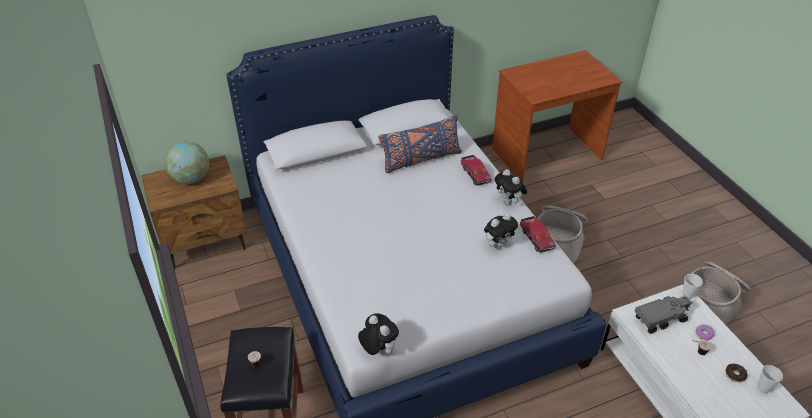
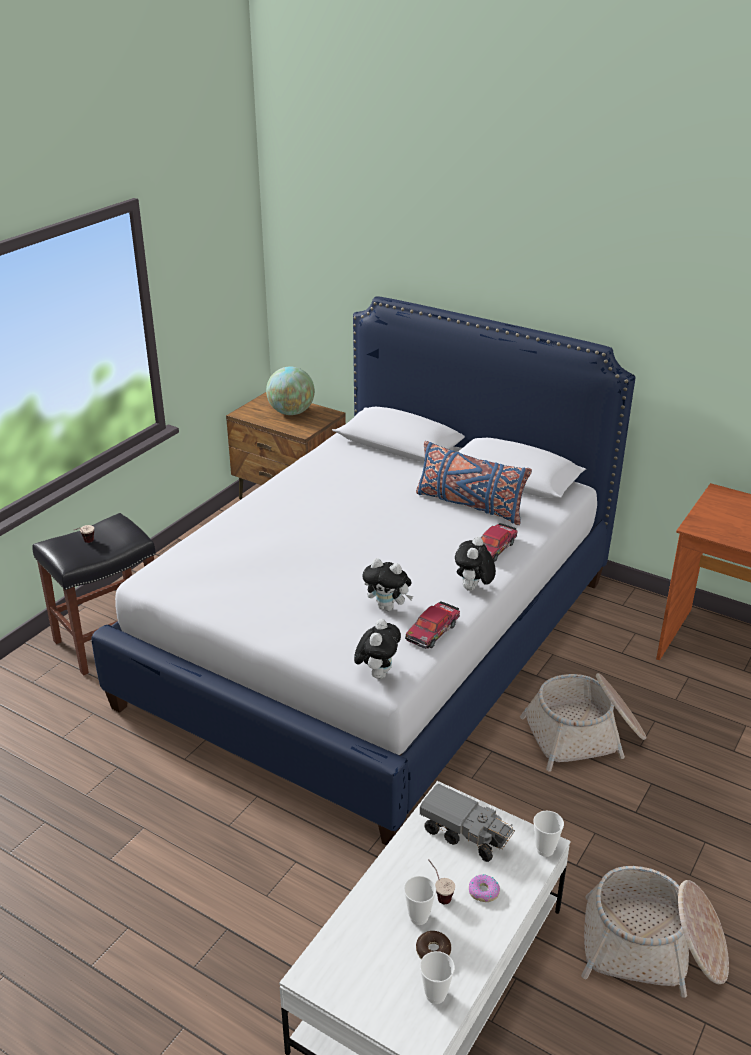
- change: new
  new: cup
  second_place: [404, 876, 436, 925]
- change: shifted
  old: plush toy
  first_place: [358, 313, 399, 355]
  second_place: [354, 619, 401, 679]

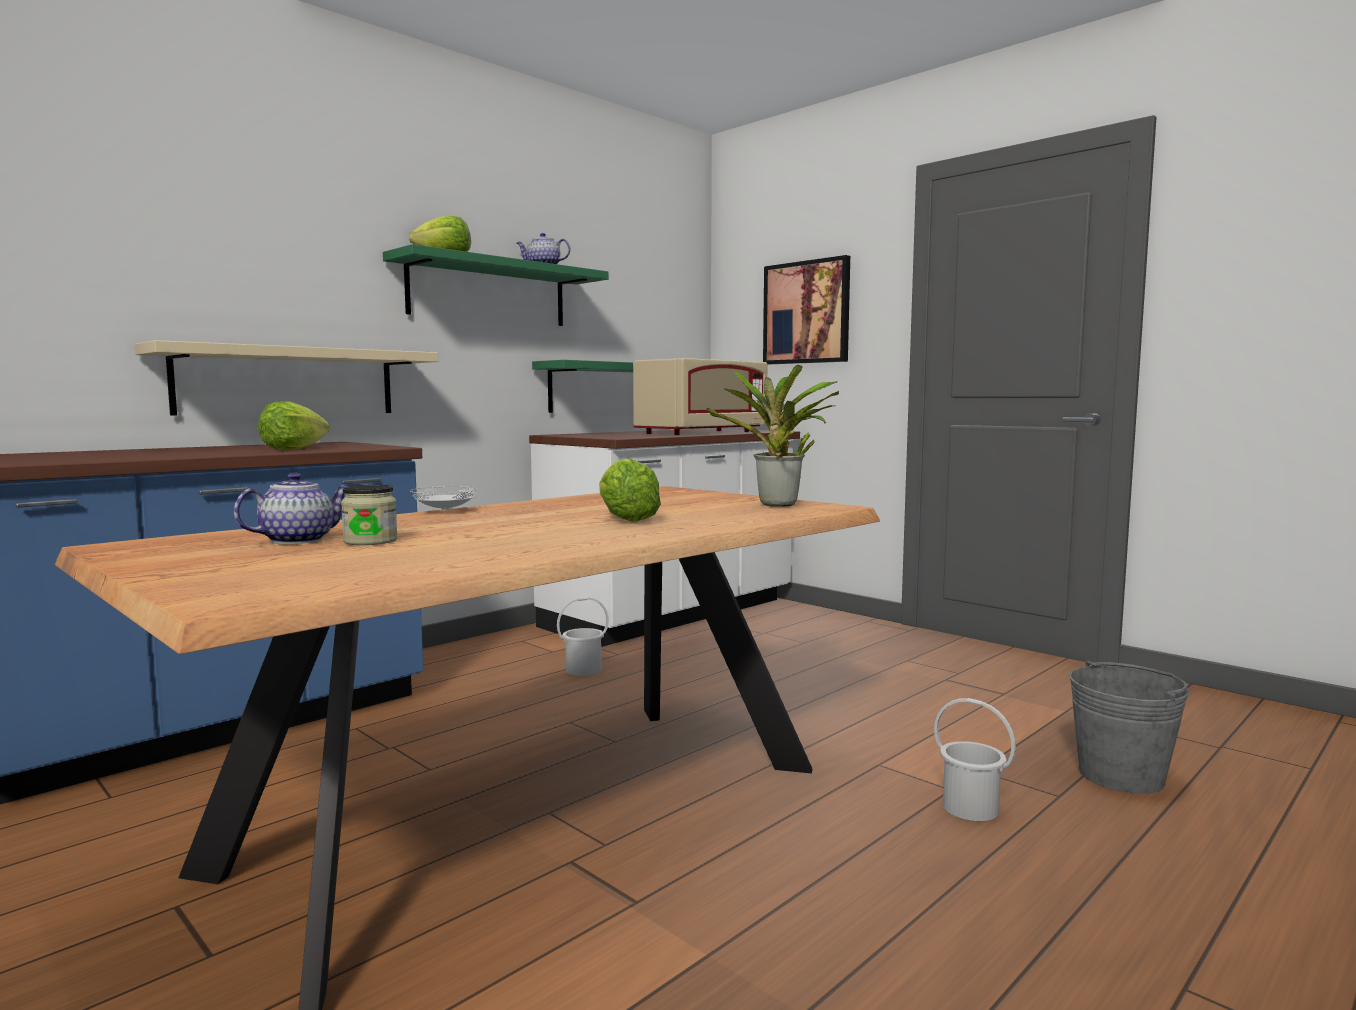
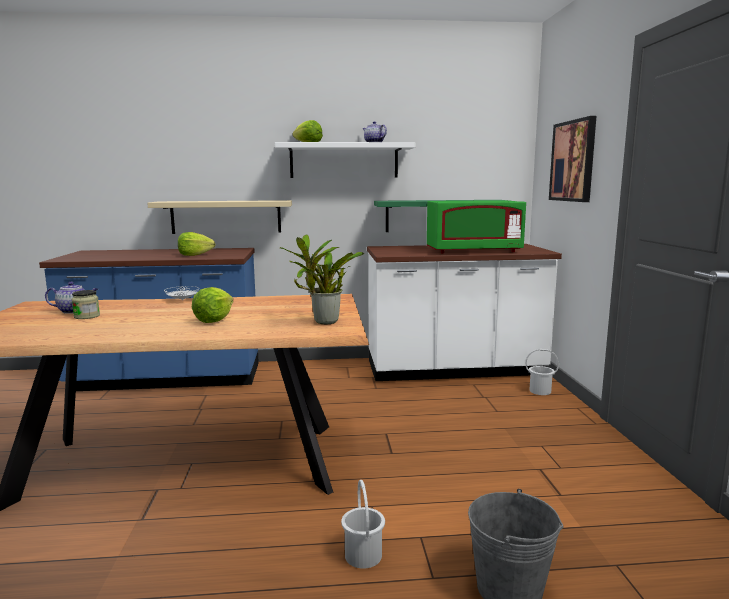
- change: shifted
  old: white bucket
  first_place: [557, 597, 609, 676]
  second_place: [525, 349, 559, 395]
- change: repainted
  old: green shelf
  new: white shelf
  first_place: [383, 244, 609, 326]
  second_place: [275, 142, 415, 178]
- change: repainted
  old: beige microwave
  new: green microwave
  first_place: [633, 358, 767, 435]
  second_place: [427, 200, 526, 253]

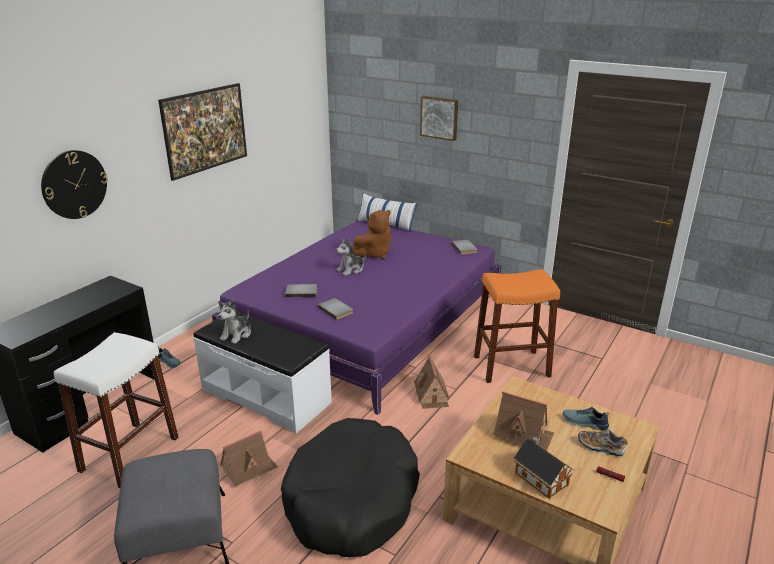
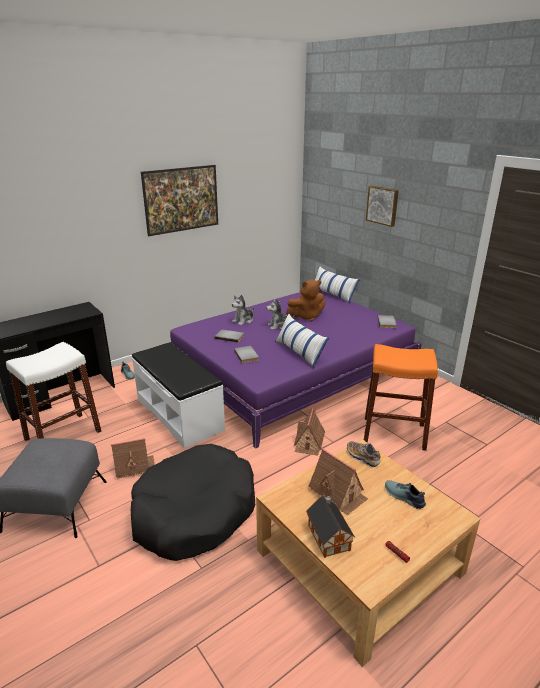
- change: gone
  old: wall clock
  first_place: [41, 150, 108, 219]
- change: new
  new: pillow
  second_place: [275, 313, 329, 368]
- change: shifted
  old: plush toy
  first_place: [218, 299, 251, 344]
  second_place: [232, 295, 254, 326]
- change: shifted
  old: shoe
  first_place: [578, 429, 628, 457]
  second_place: [347, 441, 381, 467]

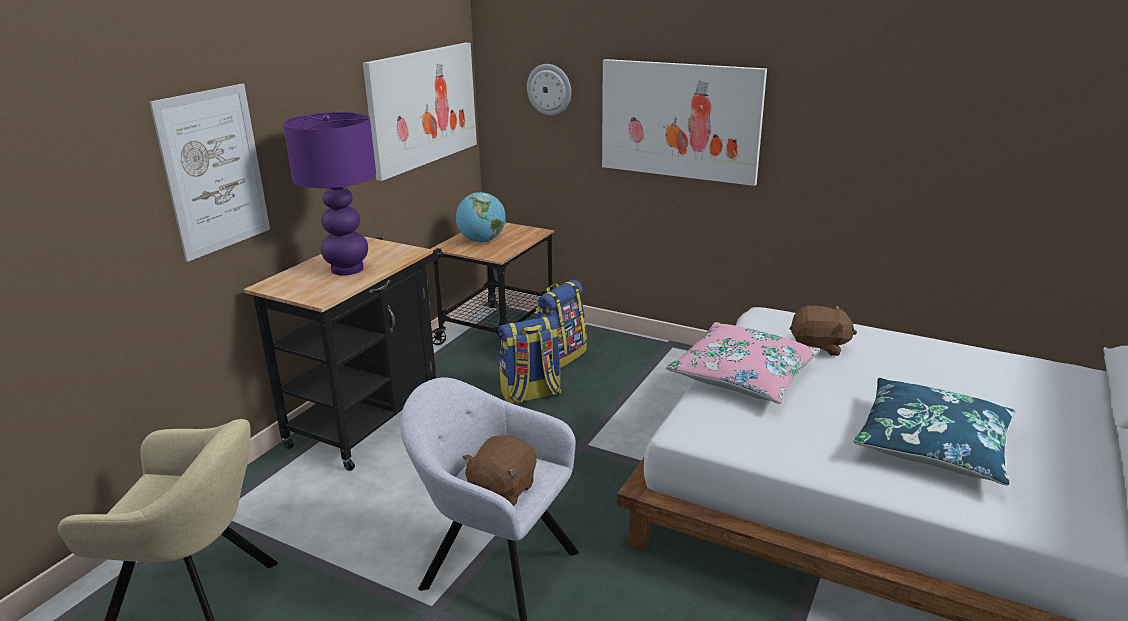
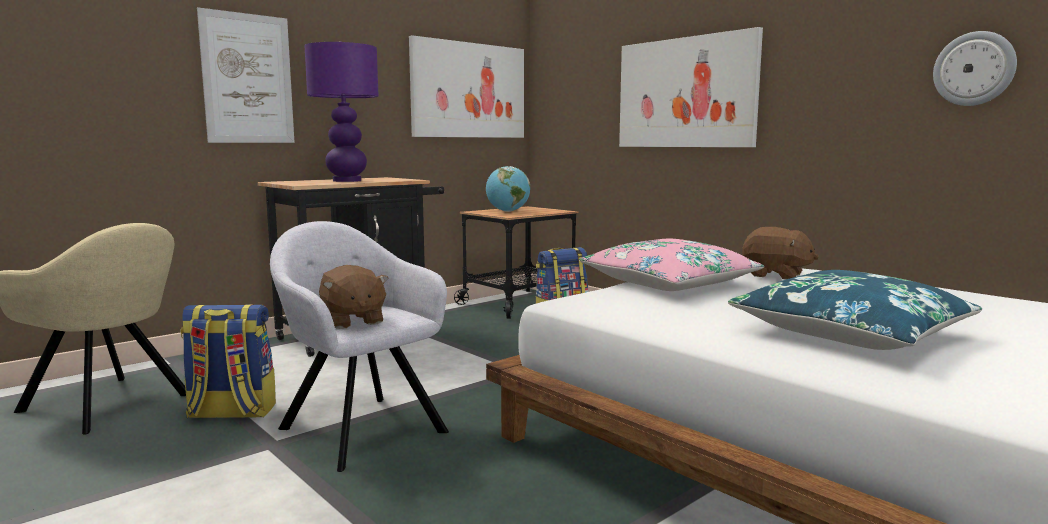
- change: shifted
  old: backpack
  first_place: [498, 316, 562, 404]
  second_place: [180, 305, 276, 418]
- change: shifted
  old: wall clock
  first_place: [527, 64, 571, 116]
  second_place: [933, 31, 1017, 106]
- change: rotated
  old: brown plush toy
  first_place: [462, 435, 536, 506]
  second_place: [319, 265, 389, 329]
  degrees: -75

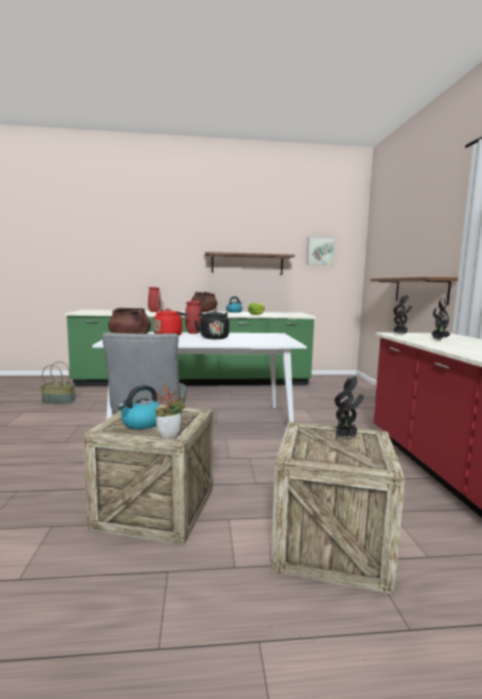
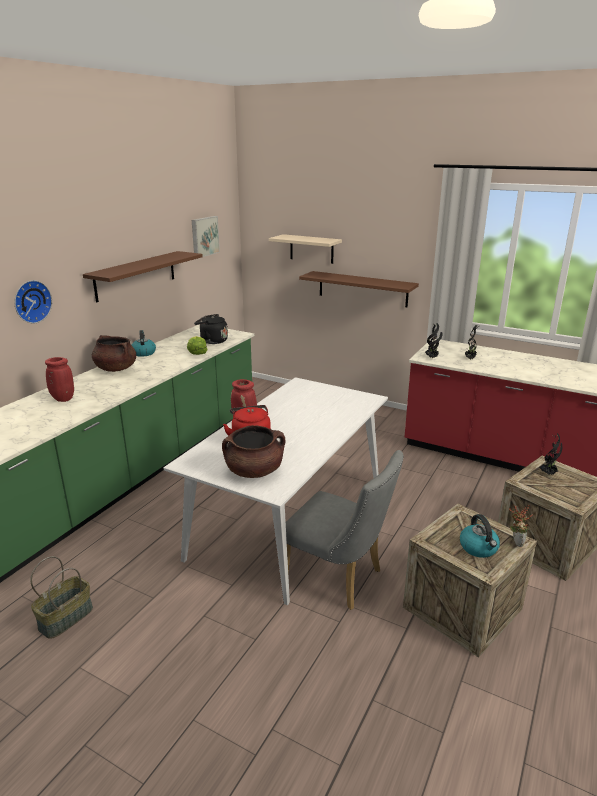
- change: new
  new: wall clock
  second_place: [14, 280, 52, 323]
- change: new
  new: beige shelf
  second_place: [269, 234, 342, 264]
- change: shifted
  old: black kettle
  first_place: [194, 310, 229, 339]
  second_place: [194, 314, 228, 344]

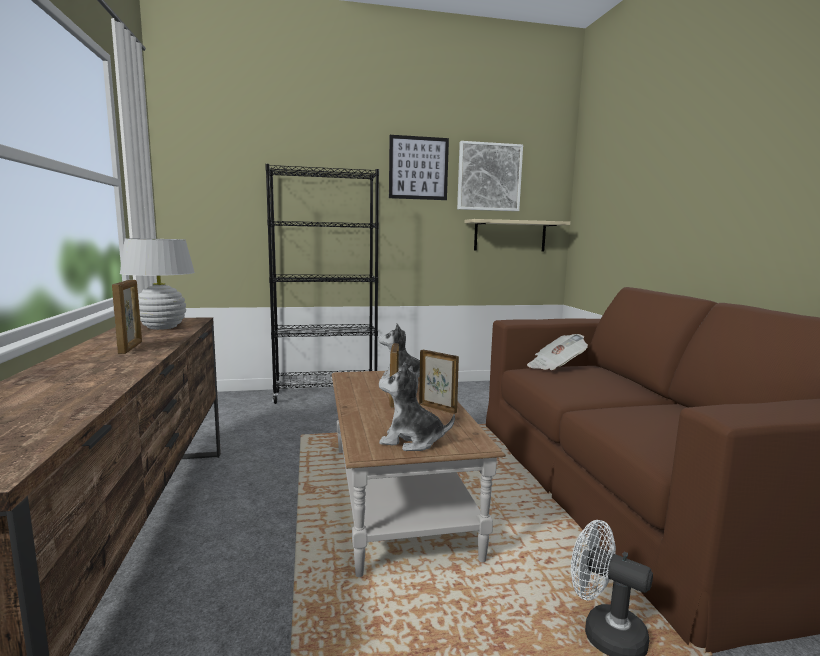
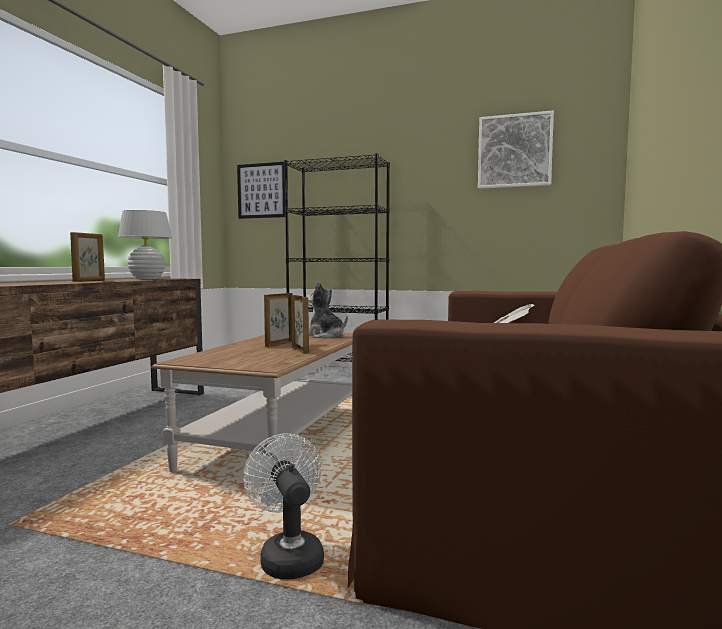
- change: gone
  old: plush toy
  first_place: [379, 362, 455, 451]
- change: gone
  old: beige shelf
  first_place: [464, 219, 570, 252]
- change: shifted
  old: picture
  first_place: [389, 135, 449, 200]
  second_place: [237, 162, 285, 219]

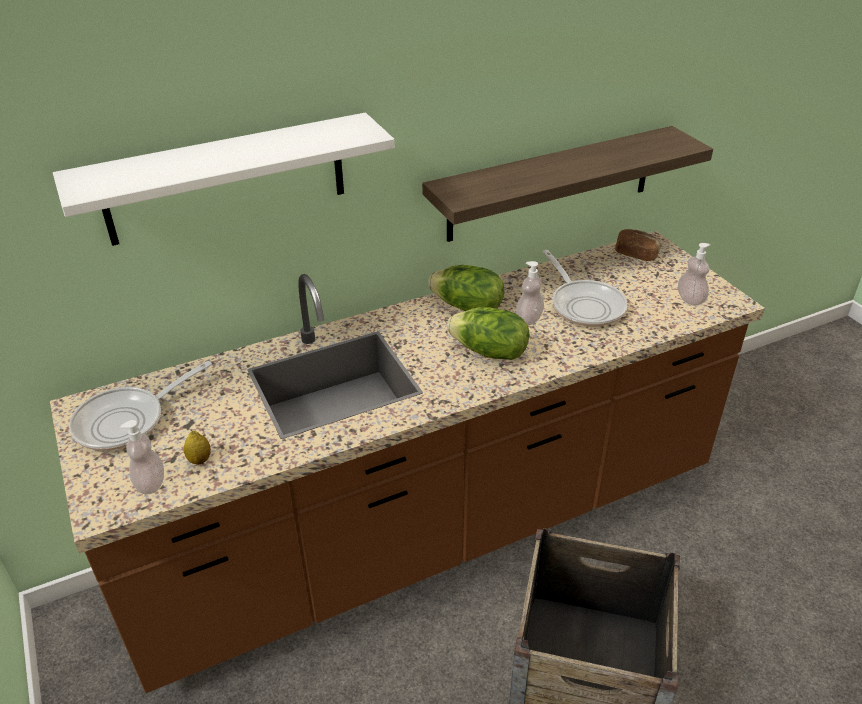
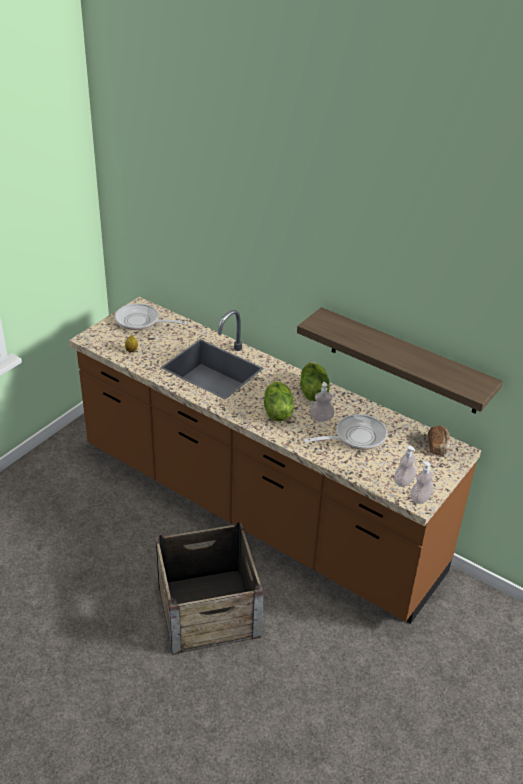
- change: gone
  old: white shelf
  first_place: [53, 113, 395, 246]
- change: shifted
  old: soap dispenser
  first_place: [120, 420, 164, 494]
  second_place: [411, 461, 433, 504]
- change: rotated
  old: frying pan
  first_place: [543, 250, 628, 327]
  second_place: [303, 414, 387, 450]
  degrees: -150

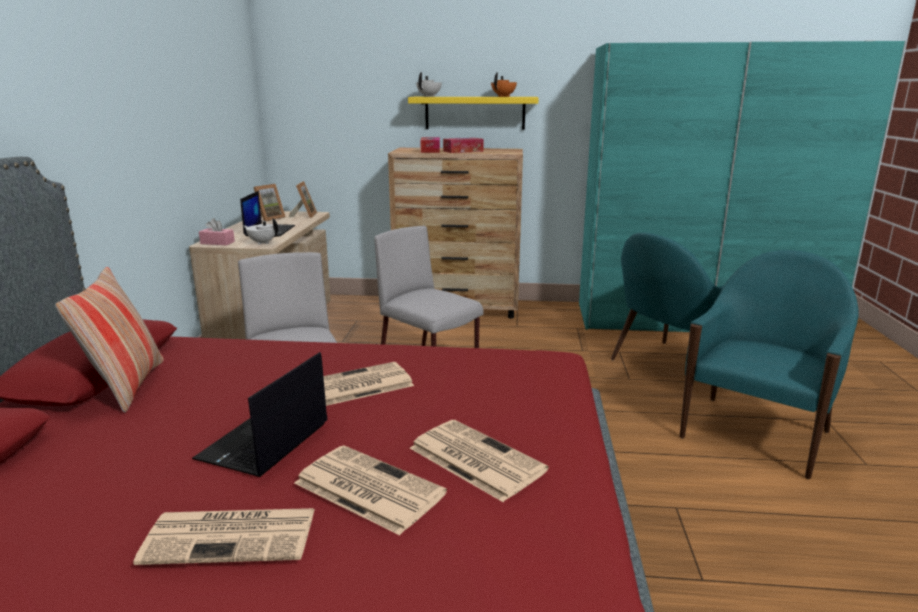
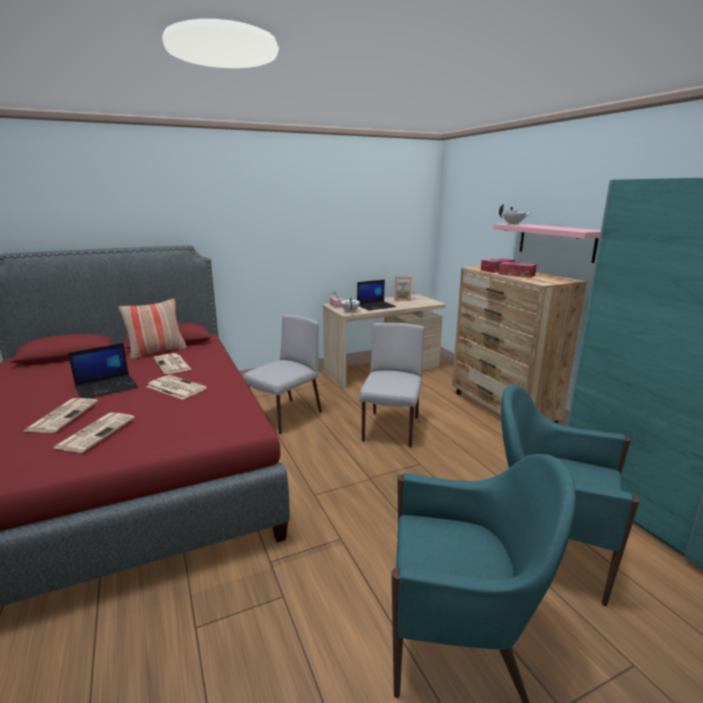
- change: gone
  old: picture frame
  first_place: [289, 181, 317, 218]
- change: gone
  old: orange teapot
  first_place: [491, 72, 517, 97]
- change: shifted
  old: newspaper
  first_place: [133, 508, 315, 565]
  second_place: [153, 353, 192, 374]
- change: repainted
  old: yellow shelf
  new: pink shelf
  first_place: [408, 97, 538, 130]
  second_place: [493, 223, 601, 263]
- change: rotated
  old: laptop
  first_place: [192, 352, 328, 477]
  second_place: [68, 343, 138, 399]
  degrees: 150

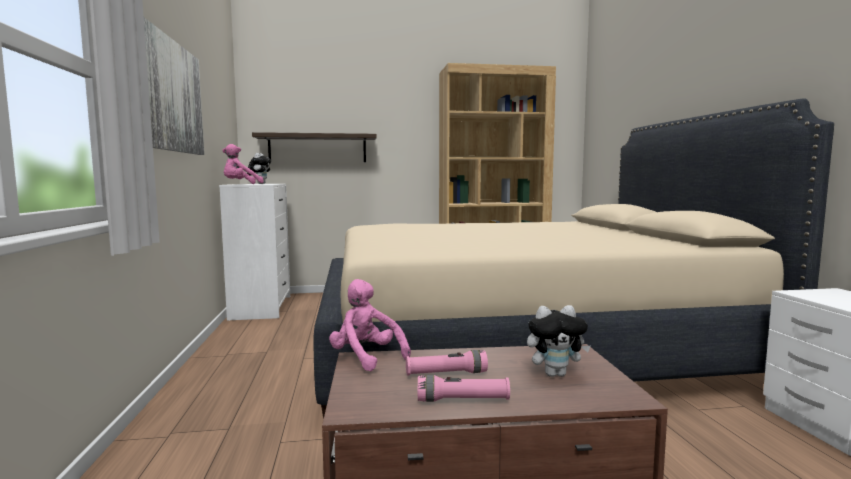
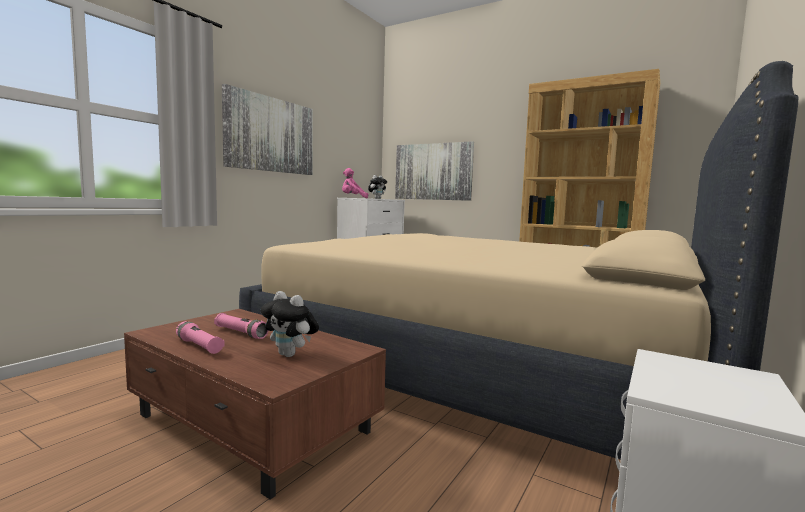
- change: gone
  old: pink plush toy
  first_place: [329, 279, 411, 371]
- change: swapped
  old: shelf
  new: picture
  first_place: [252, 132, 377, 162]
  second_place: [395, 141, 474, 201]

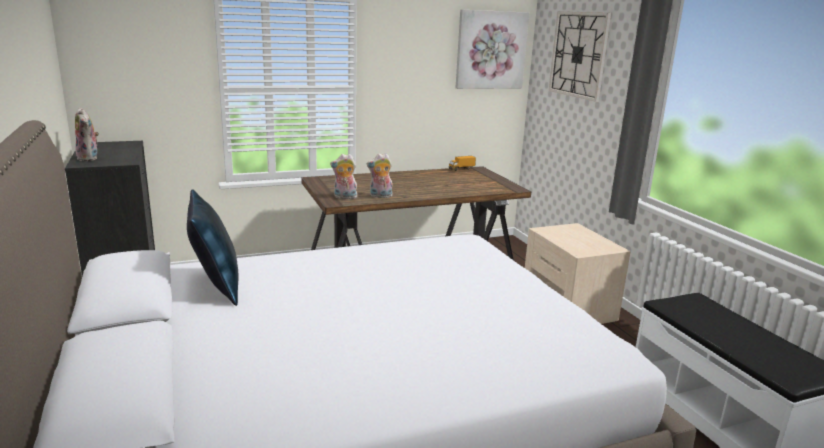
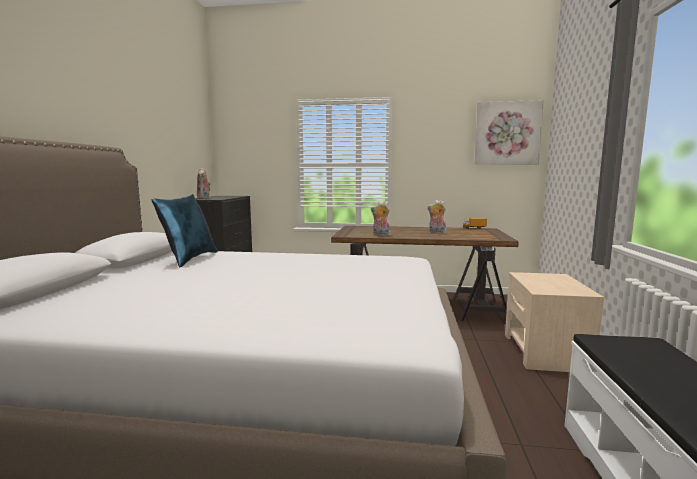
- change: gone
  old: wall clock
  first_place: [549, 12, 611, 102]
- change: shifted
  old: plush toy
  first_place: [330, 154, 357, 199]
  second_place: [427, 200, 446, 234]

